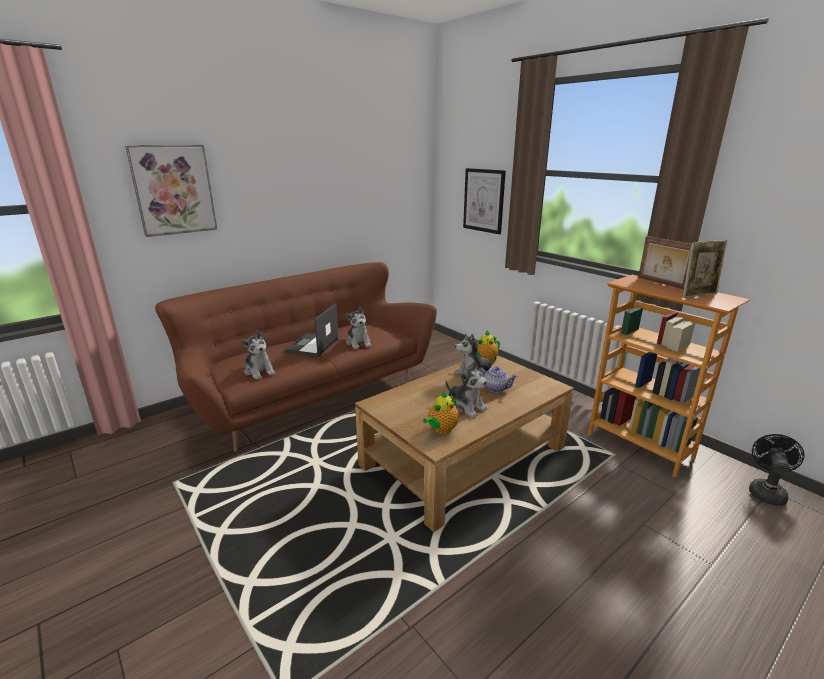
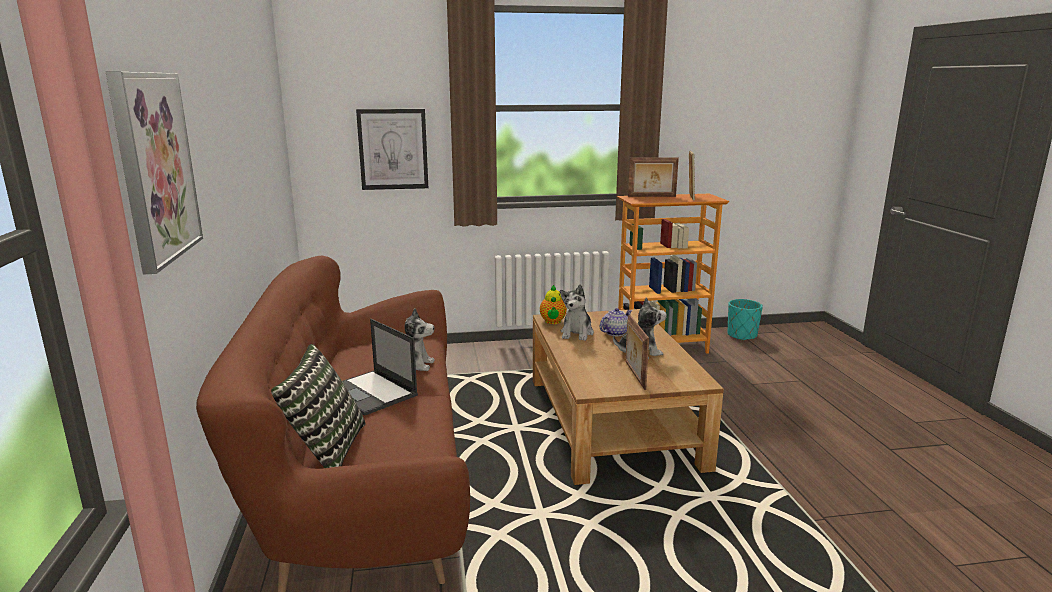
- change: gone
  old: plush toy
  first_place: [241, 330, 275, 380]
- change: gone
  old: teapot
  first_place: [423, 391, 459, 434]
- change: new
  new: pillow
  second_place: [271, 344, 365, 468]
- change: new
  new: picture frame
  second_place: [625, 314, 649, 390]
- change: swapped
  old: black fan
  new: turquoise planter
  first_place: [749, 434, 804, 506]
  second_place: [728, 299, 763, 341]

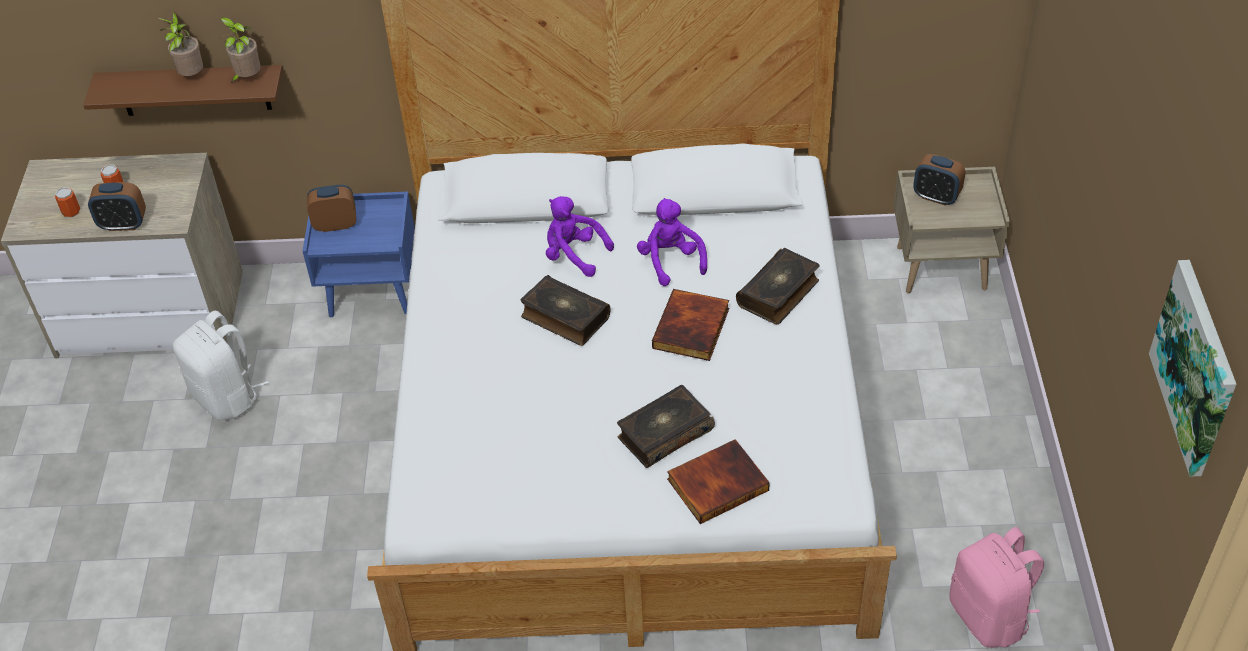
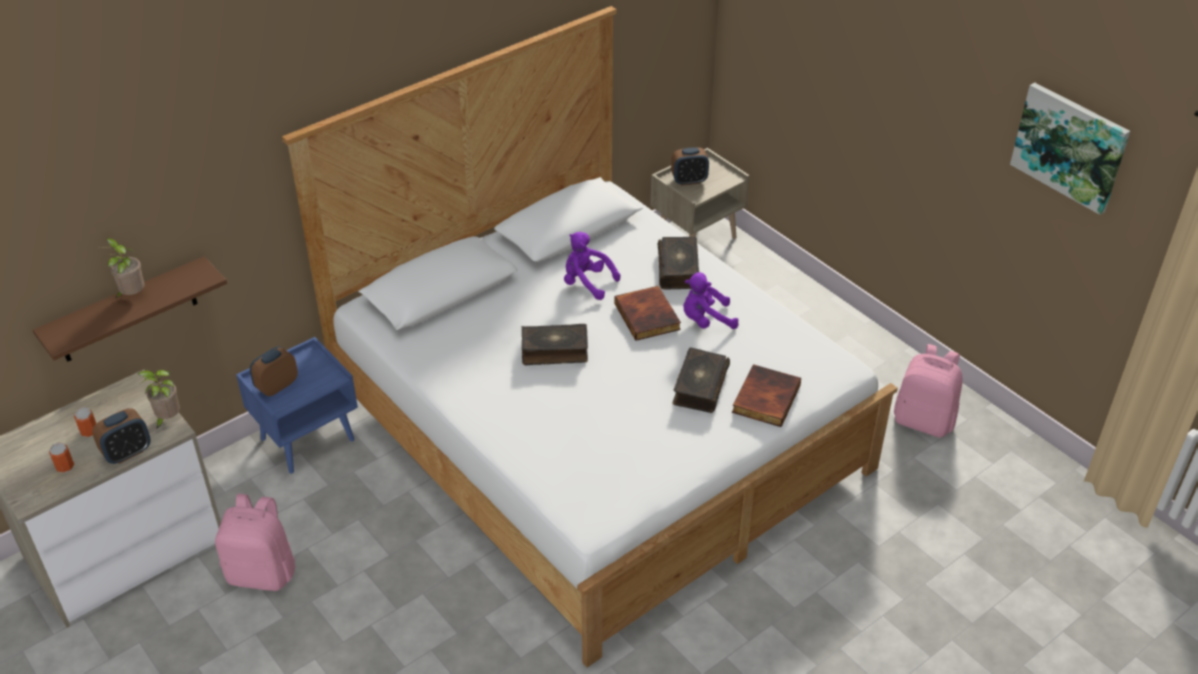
- change: shifted
  old: potted plant
  first_place: [220, 17, 260, 83]
  second_place: [137, 370, 180, 429]
- change: shifted
  old: purple plush toy
  first_place: [546, 196, 614, 277]
  second_place: [683, 272, 738, 329]
- change: repainted
  old: white backpack
  new: pink backpack
  first_place: [173, 310, 269, 421]
  second_place: [215, 494, 295, 591]

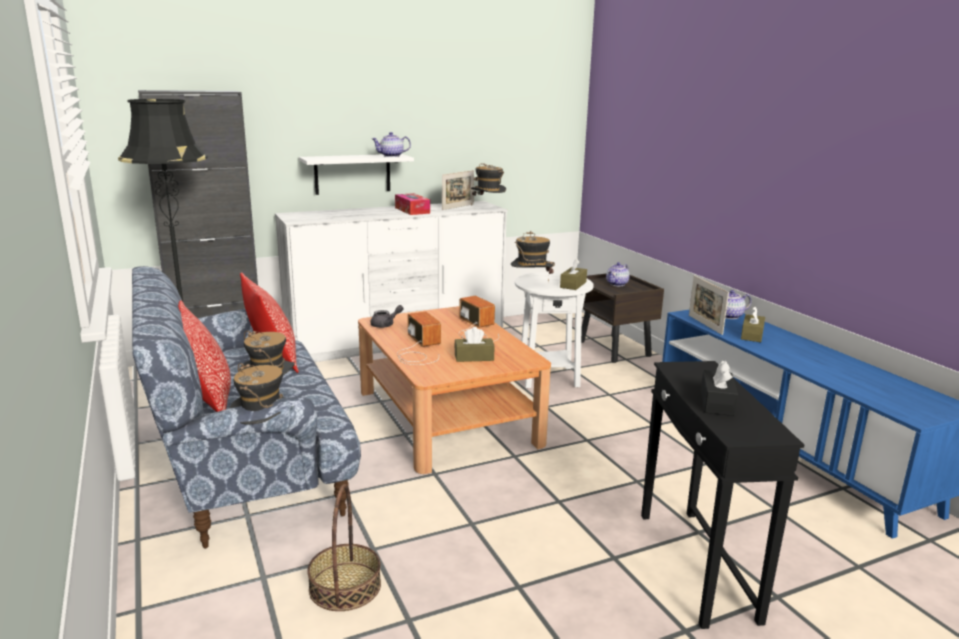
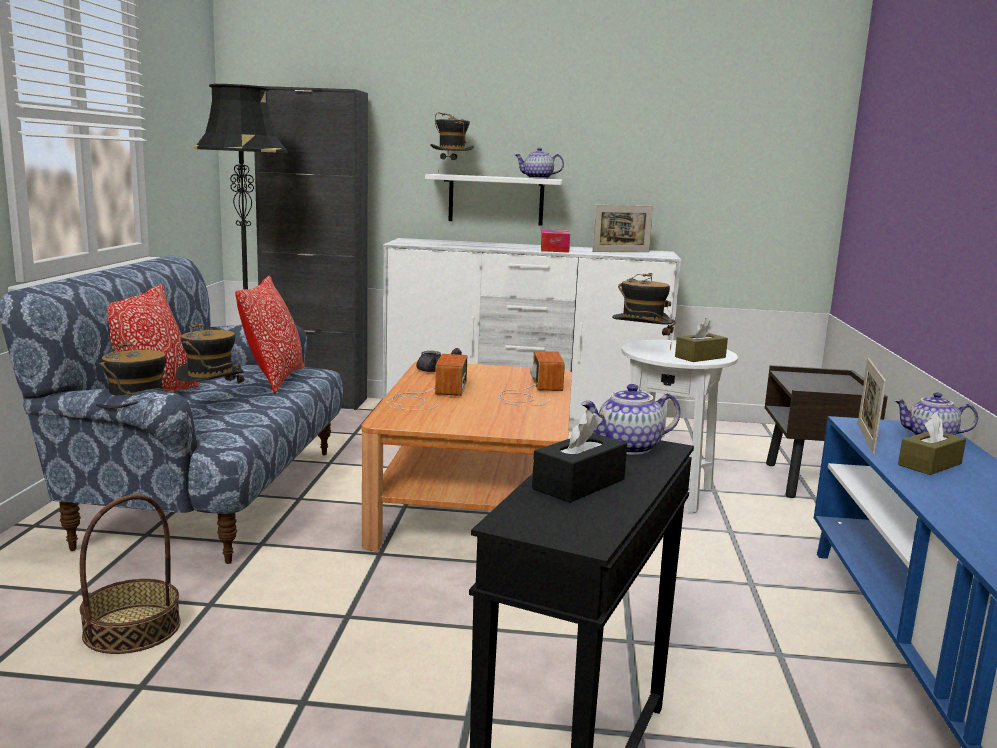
- change: gone
  old: brown tissue box
  first_place: [454, 327, 495, 362]
- change: shifted
  old: hat
  first_place: [471, 163, 506, 207]
  second_place: [430, 112, 474, 174]
- change: shifted
  old: teapot
  first_place: [606, 262, 630, 286]
  second_place: [581, 384, 680, 455]

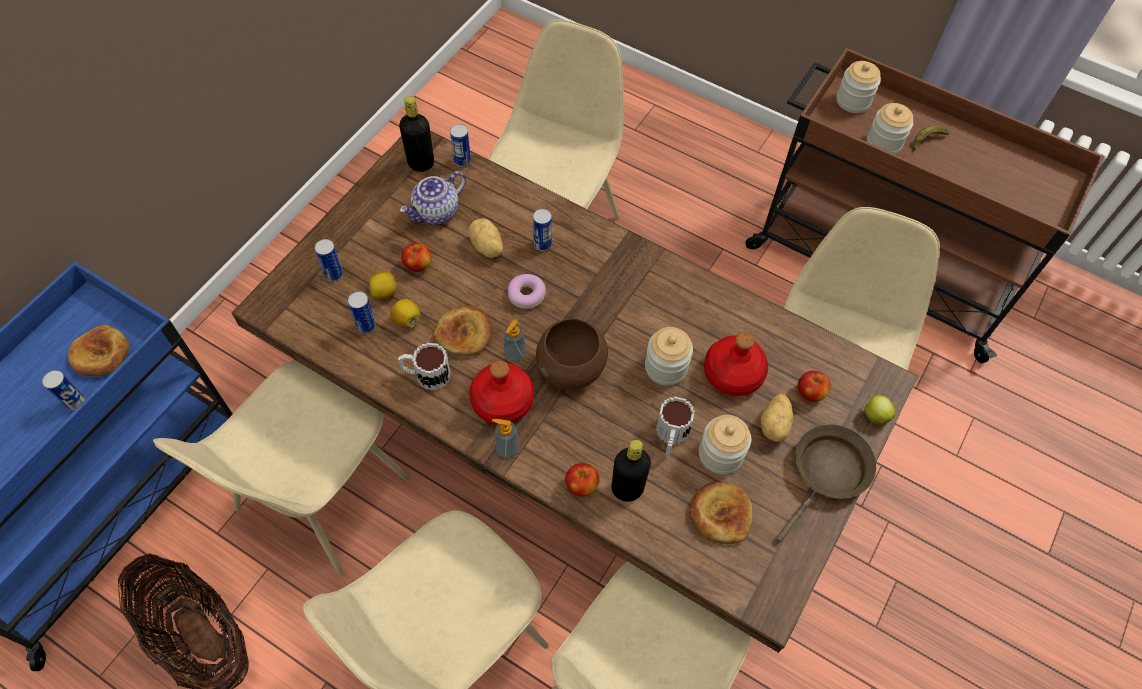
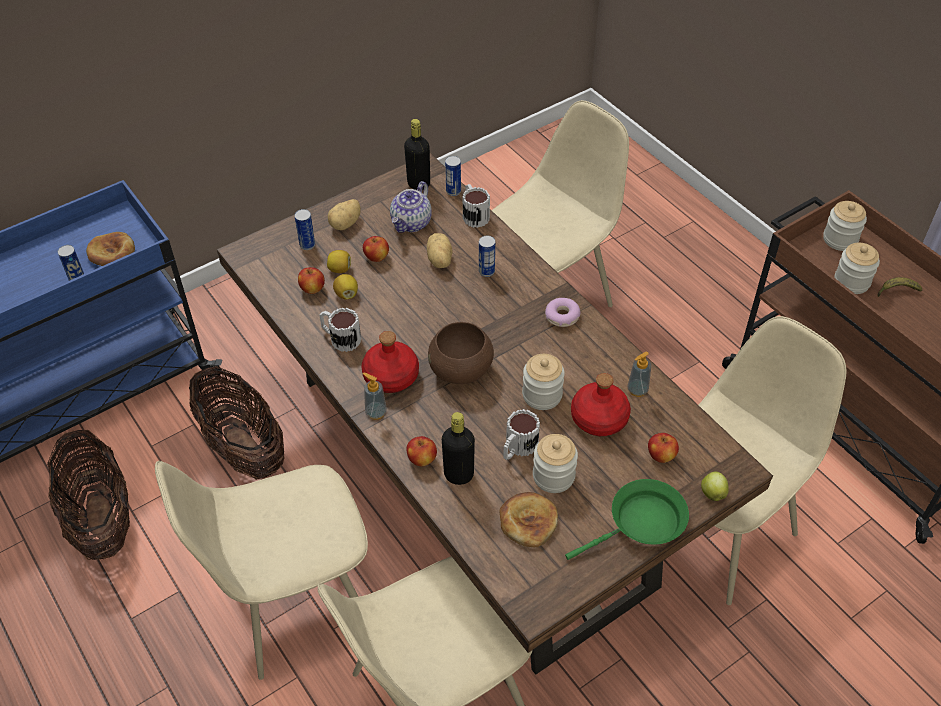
- change: gone
  old: bread
  first_place: [433, 306, 493, 356]
- change: new
  new: mug
  second_place: [463, 184, 490, 228]
- change: shifted
  old: soap dispenser
  first_place: [504, 319, 527, 363]
  second_place: [627, 352, 651, 397]
- change: shifted
  old: donut
  first_place: [507, 274, 546, 309]
  second_place: [545, 298, 581, 327]
- change: shifted
  old: potato
  first_place: [761, 394, 793, 442]
  second_place: [328, 199, 361, 230]
- change: swapped
  old: beige chair
  new: basket
  first_place: [153, 361, 410, 575]
  second_place: [189, 366, 285, 480]
- change: swapped
  old: can
  new: apple
  first_place: [348, 291, 376, 334]
  second_place: [298, 267, 325, 294]
- change: repainted
  old: brown frying pan
  new: green frying pan
  first_place: [776, 424, 876, 543]
  second_place: [565, 479, 689, 560]
- change: rotated
  old: teapot
  first_place: [400, 171, 466, 225]
  second_place: [390, 181, 432, 233]
  degrees: -45

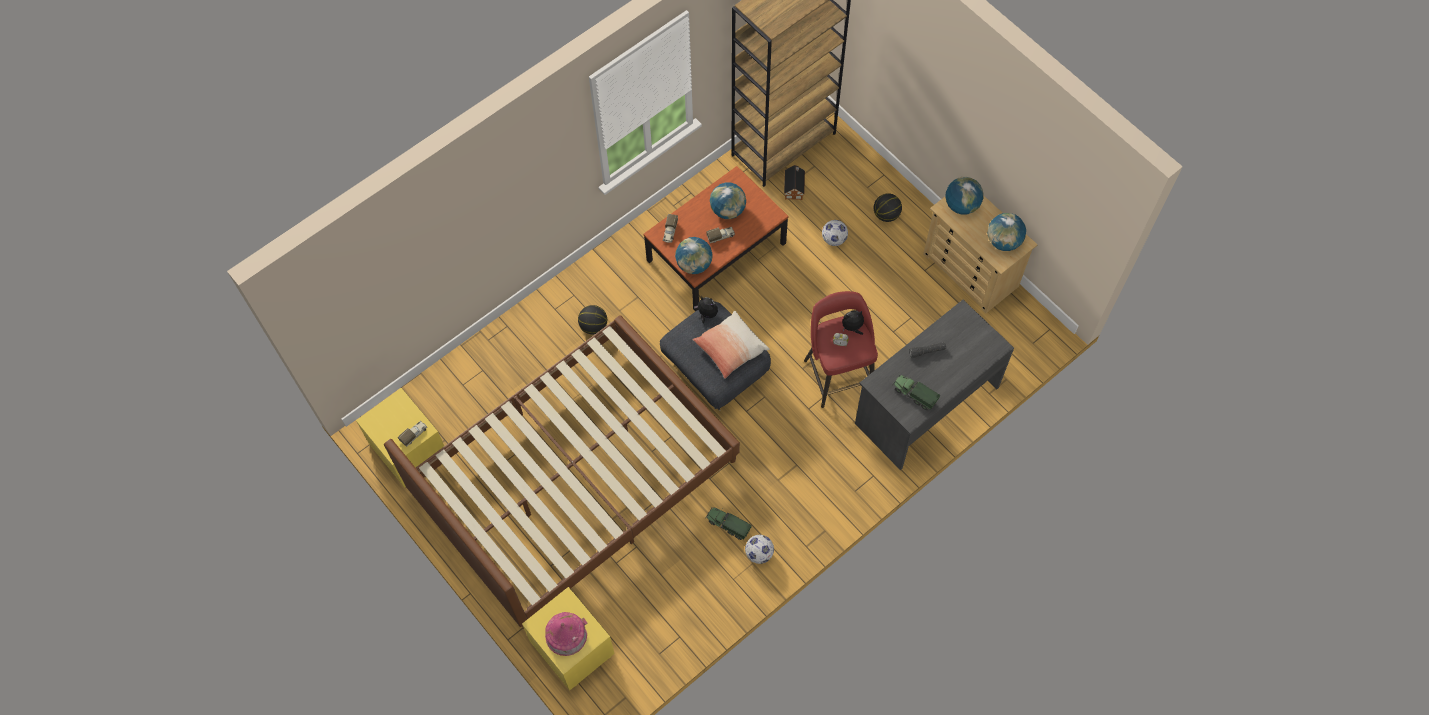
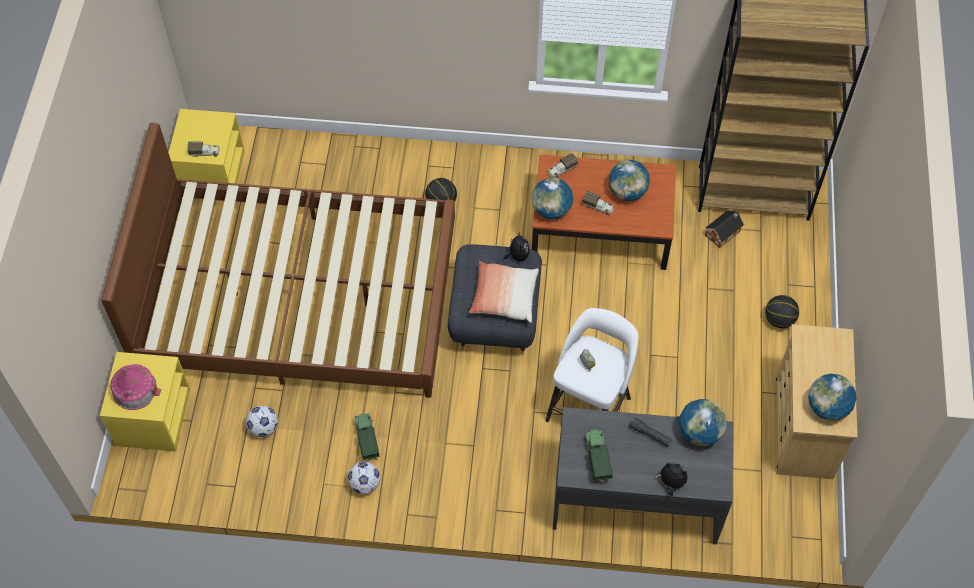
- change: shifted
  old: football
  first_place: [822, 220, 848, 246]
  second_place: [246, 405, 278, 437]
- change: shifted
  old: plush toy
  first_place: [842, 310, 864, 335]
  second_place: [656, 462, 687, 496]
- change: shifted
  old: globe
  first_place: [946, 177, 983, 215]
  second_place: [679, 399, 727, 446]
- change: repainted
  old: red stool
  new: white stool
  first_place: [804, 291, 878, 408]
  second_place: [545, 308, 638, 422]

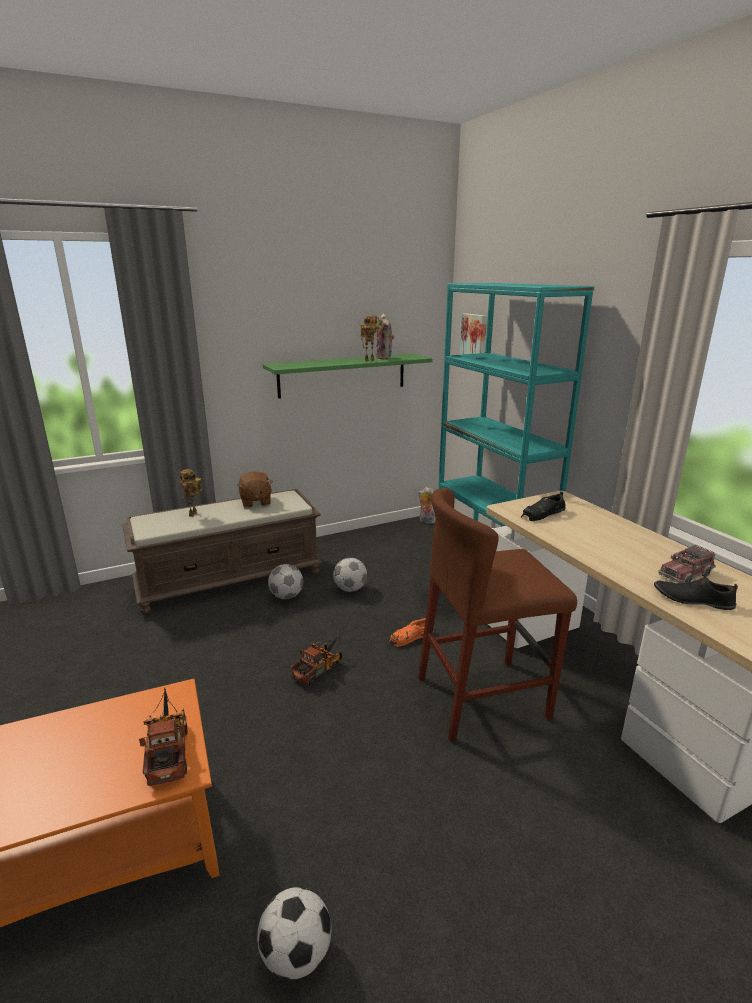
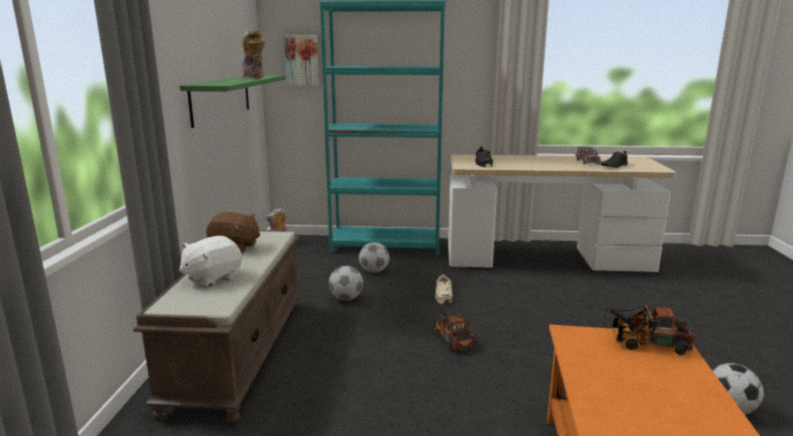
- change: gone
  old: brown stool
  first_place: [418, 488, 577, 742]
- change: shifted
  old: football
  first_place: [268, 564, 303, 599]
  second_place: [359, 242, 390, 273]
- change: swapped
  old: toy robot
  new: white plush toy
  first_place: [180, 469, 202, 517]
  second_place: [179, 236, 242, 287]
- change: repainted
  old: orange shoe
  new: beige shoe
  first_place: [389, 618, 435, 647]
  second_place: [435, 273, 453, 304]

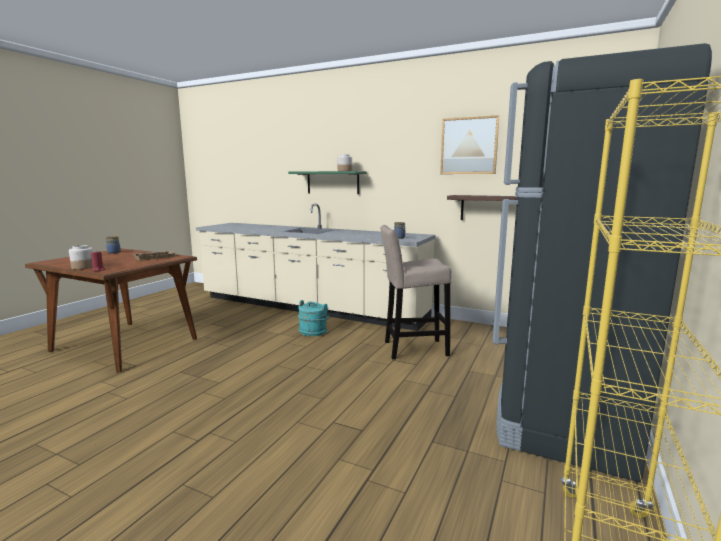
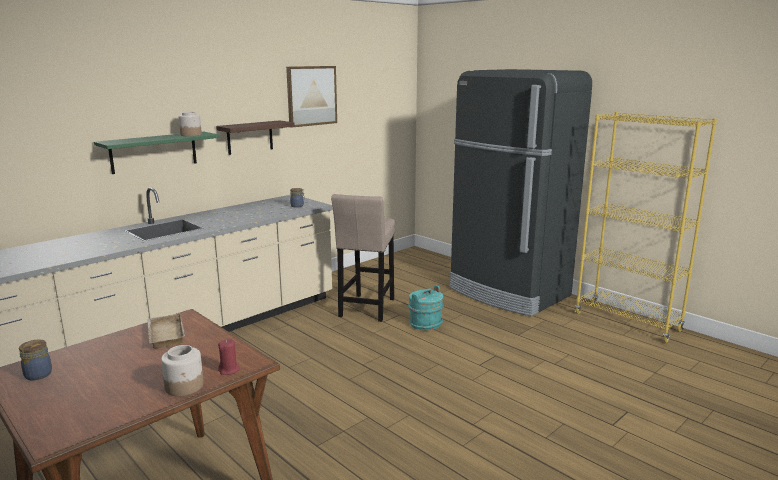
- change: shifted
  old: turquoise bucket
  first_place: [298, 300, 329, 336]
  second_place: [408, 285, 444, 330]
- change: shifted
  old: shelf
  first_place: [447, 195, 517, 220]
  second_place: [216, 120, 295, 155]

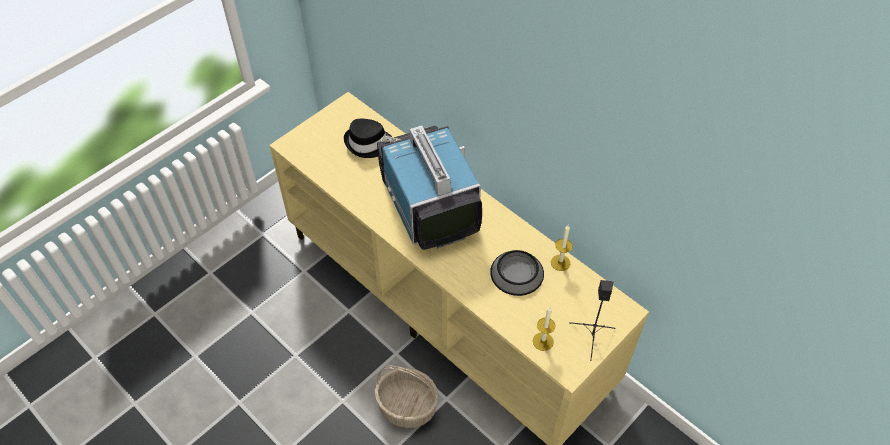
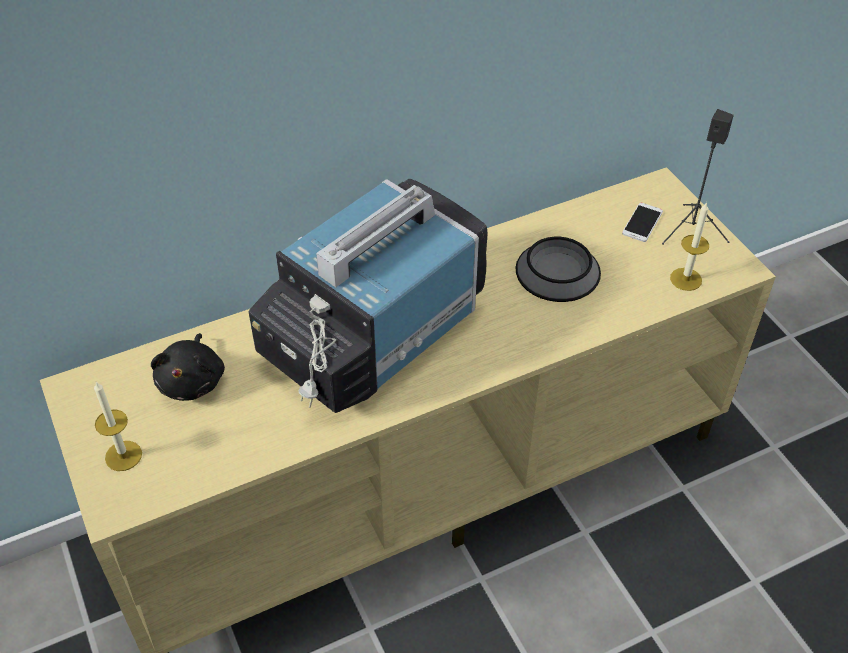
- change: gone
  old: basket
  first_place: [374, 365, 439, 428]
- change: new
  new: phone
  second_place: [622, 203, 663, 242]
- change: shifted
  old: candle
  first_place: [551, 226, 573, 271]
  second_place: [94, 382, 142, 471]
- change: swapped
  old: black hat
  new: black plush toy
  first_place: [344, 119, 392, 158]
  second_place: [151, 333, 225, 401]
- change: rotated
  old: television
  first_place: [377, 125, 482, 250]
  second_place: [248, 179, 488, 413]
  degrees: -45

